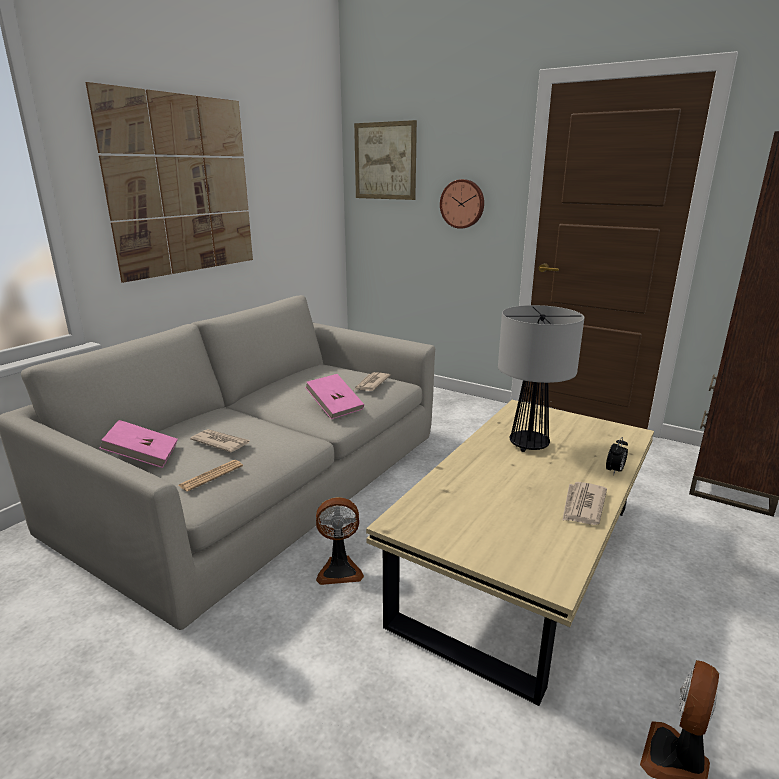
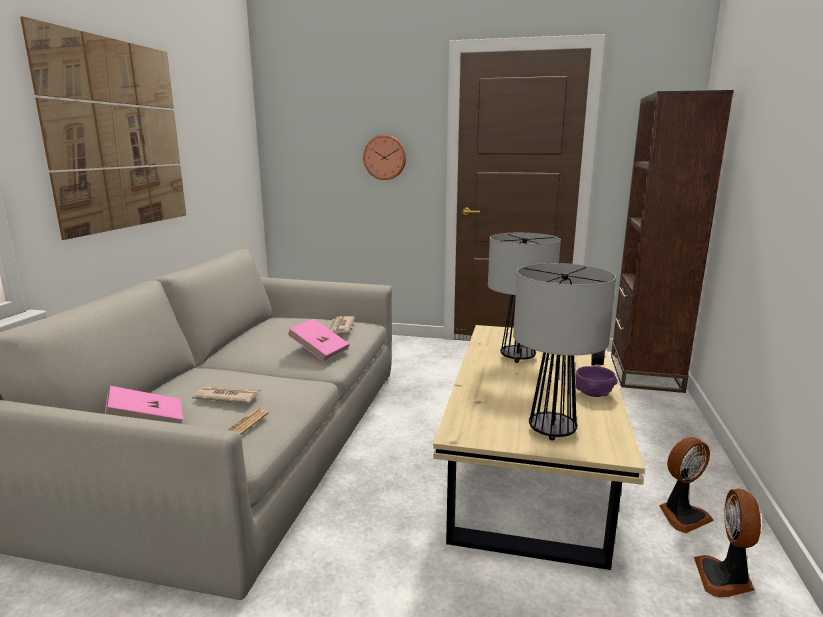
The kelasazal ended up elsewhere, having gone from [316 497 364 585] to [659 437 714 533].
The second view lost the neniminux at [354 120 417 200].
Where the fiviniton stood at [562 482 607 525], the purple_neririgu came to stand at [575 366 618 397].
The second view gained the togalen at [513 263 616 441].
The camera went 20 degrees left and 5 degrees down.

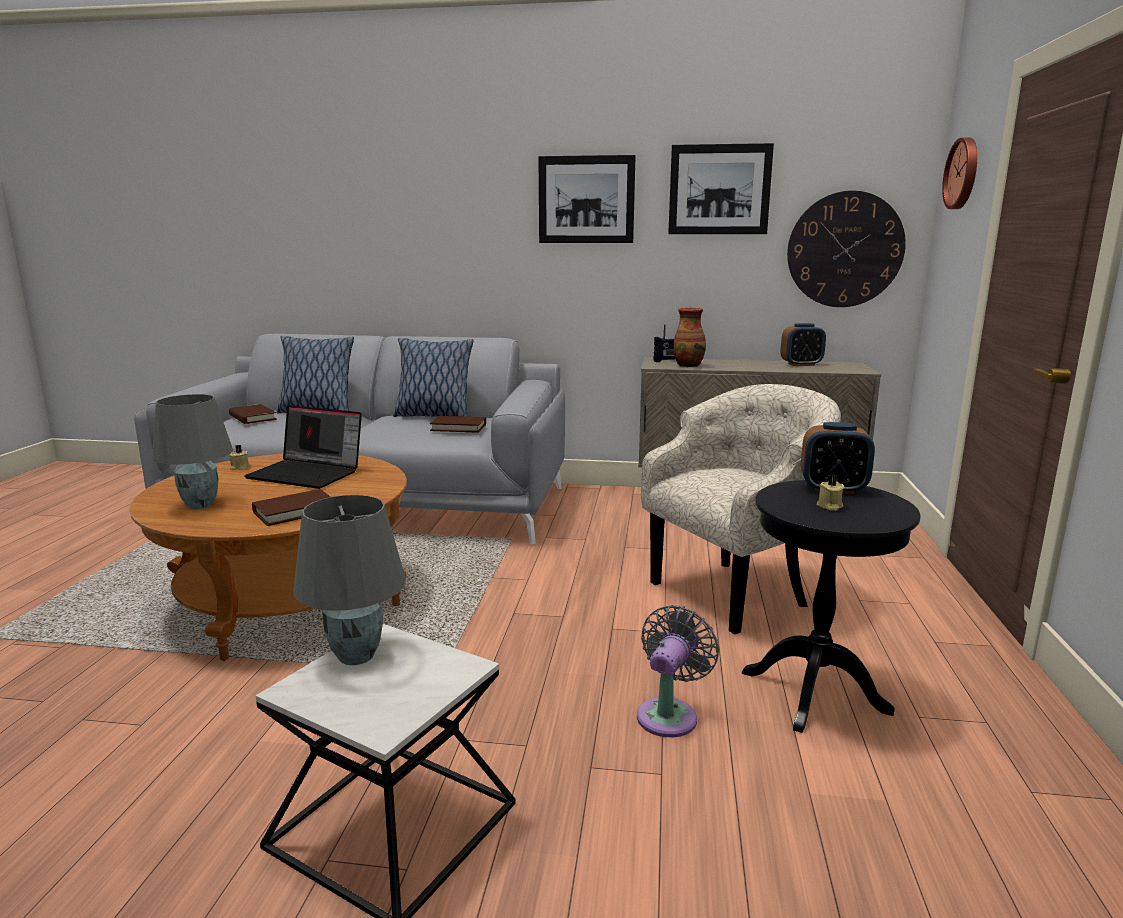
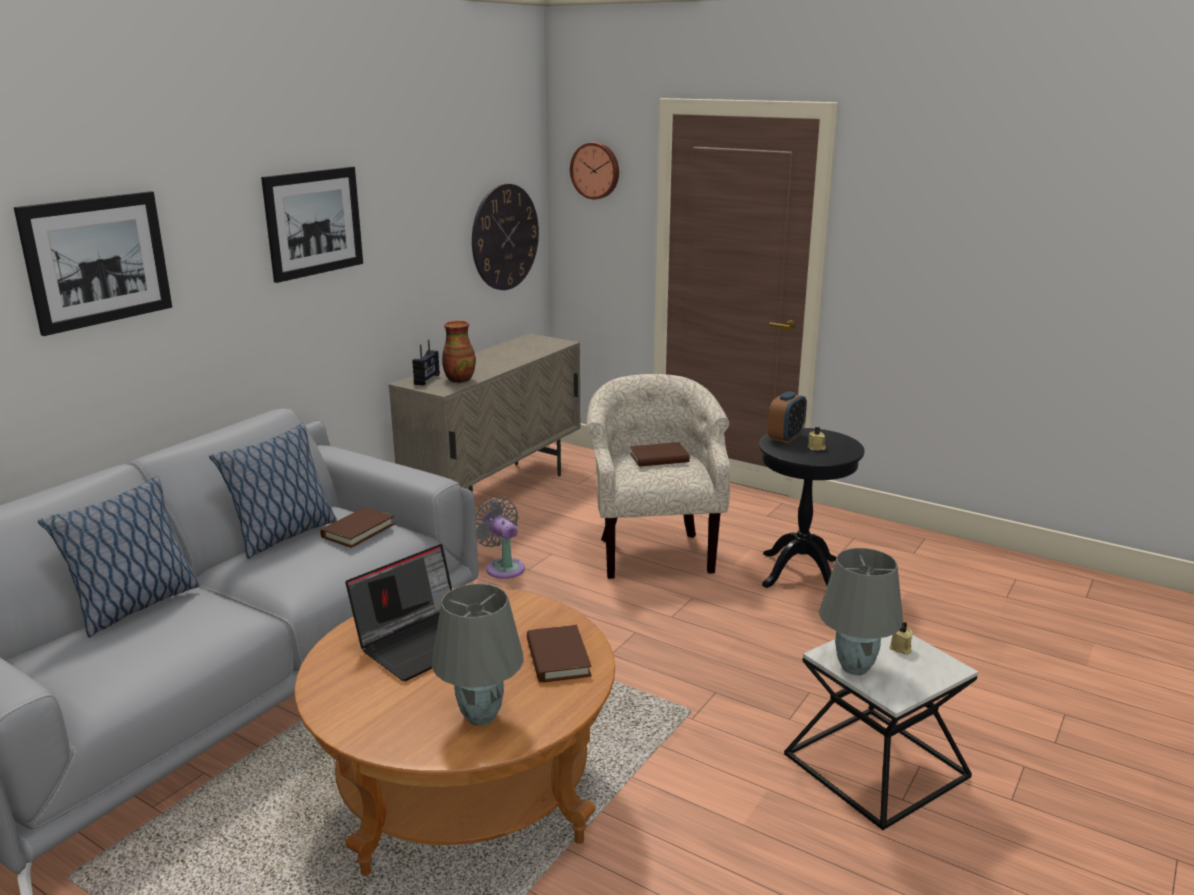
The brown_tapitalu ended up elsewhere, having gone from [229 404 277 424] to [630 442 690 467].
The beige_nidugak ended up elsewhere, having gone from [230 445 249 470] to [890 622 913 655].
The grey_kelasazal ended up elsewhere, having gone from [637 605 719 737] to [476 498 525 579].
The neniminux ended up elsewhere, having gone from [668 143 774 234] to [14 191 172 336].
The second view lost the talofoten at [780 323 826 366].
The camera went 65 degrees left and 5 degrees up.

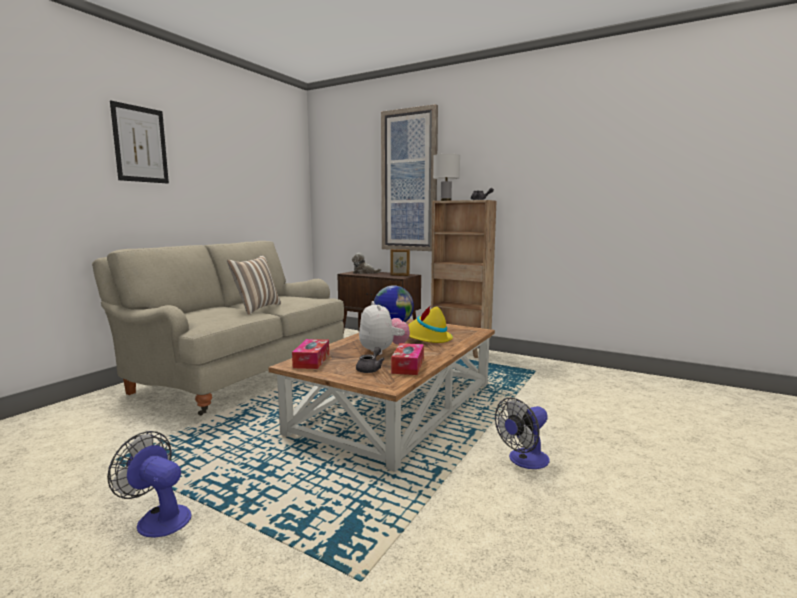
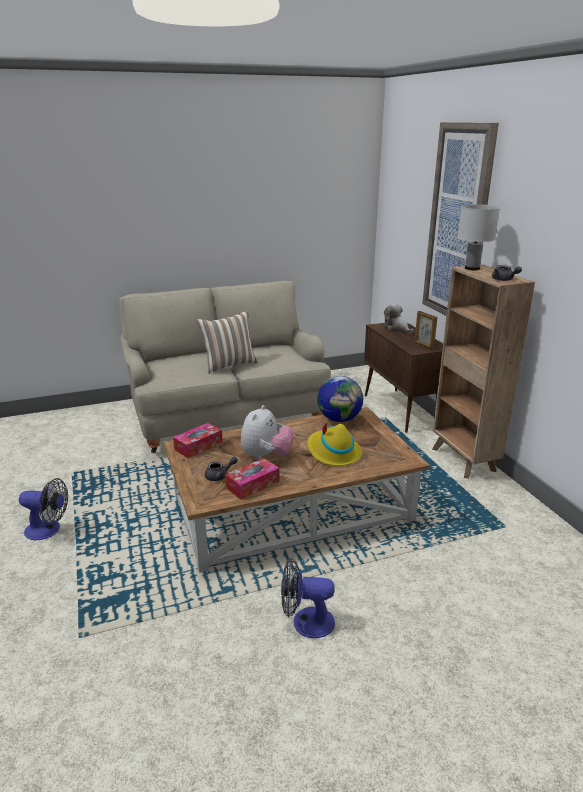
The kelasazal at [107 431 191 538] ended up facing another way, 120 degrees clockwise from before.
The second view lost the neniminux at [110 100 169 184].
The camera went 40 degrees right and 15 degrees up.

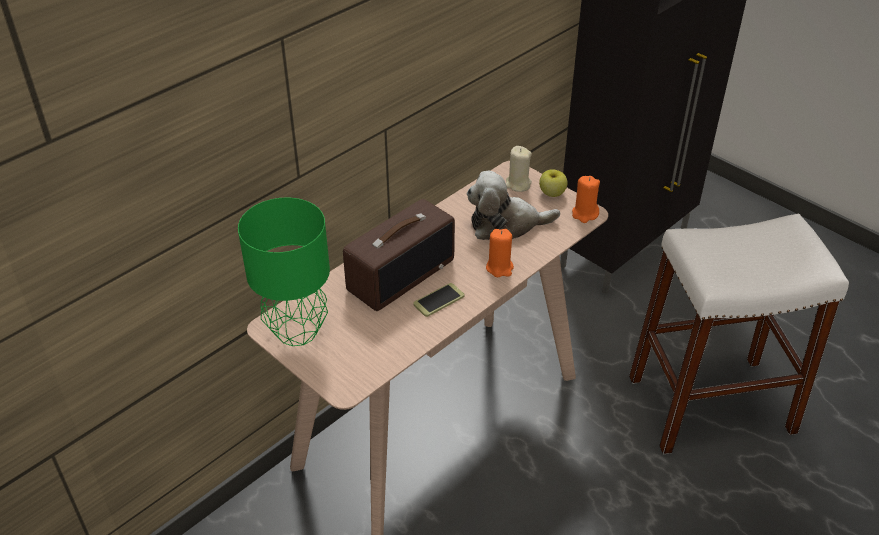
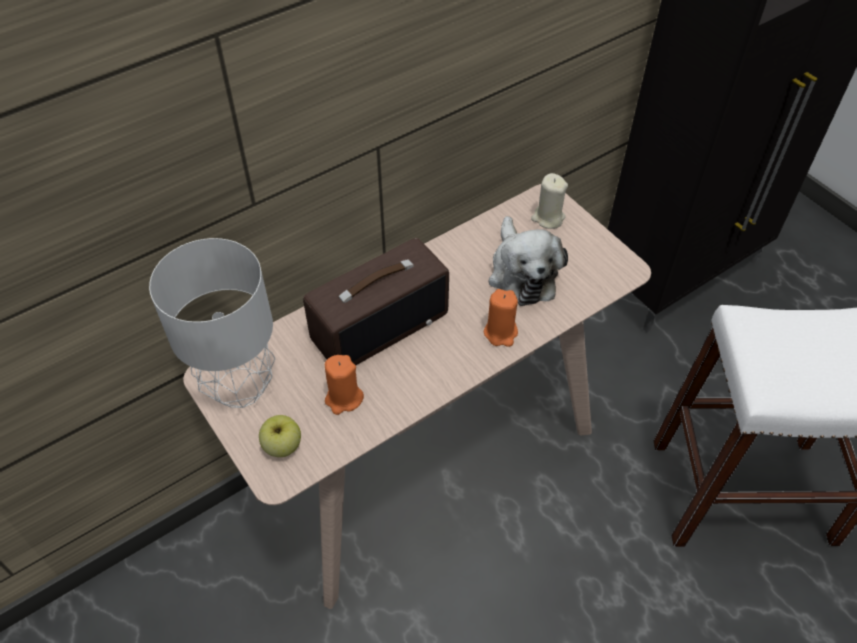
What was the green_togalen at [238 198 330 346] turned into the grey_togalen at [149 238 276 408].
The second view lost the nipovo at [413 283 464 317].
The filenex at [467 171 560 240] ended up facing another way, 105 degrees counterclockwise from before.
The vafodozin ended up elsewhere, having gone from [539 169 568 197] to [259 415 301 457].
The orange_nidugak ended up elsewhere, having gone from [572 176 600 223] to [325 355 364 415].
The camera went 10 degrees right and 10 degrees up.

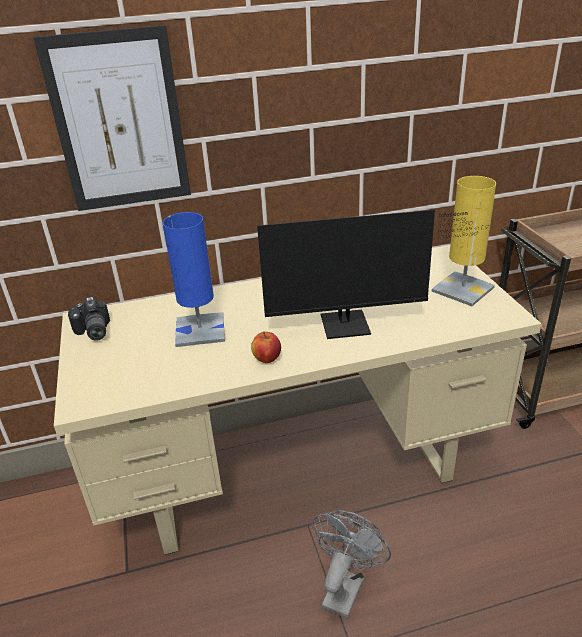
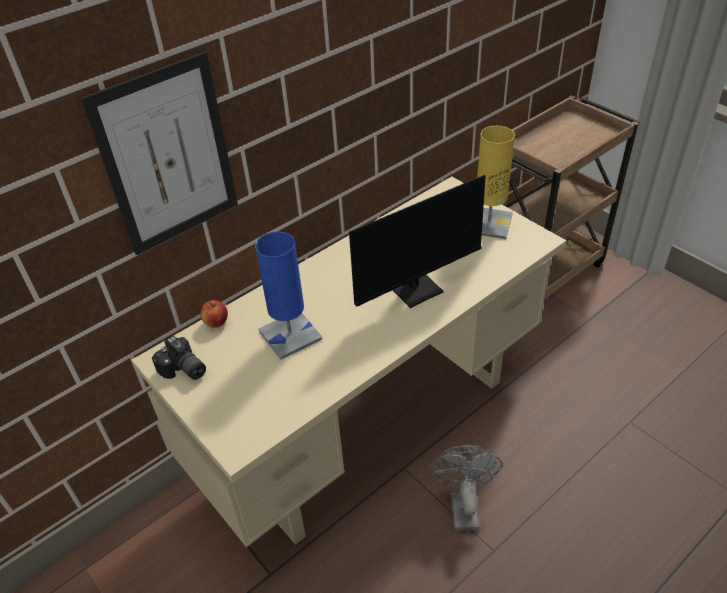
The vafodozin ended up elsewhere, having gone from [251 331 281 363] to [201 300 228 328].
The camera went 25 degrees left and 10 degrees up.

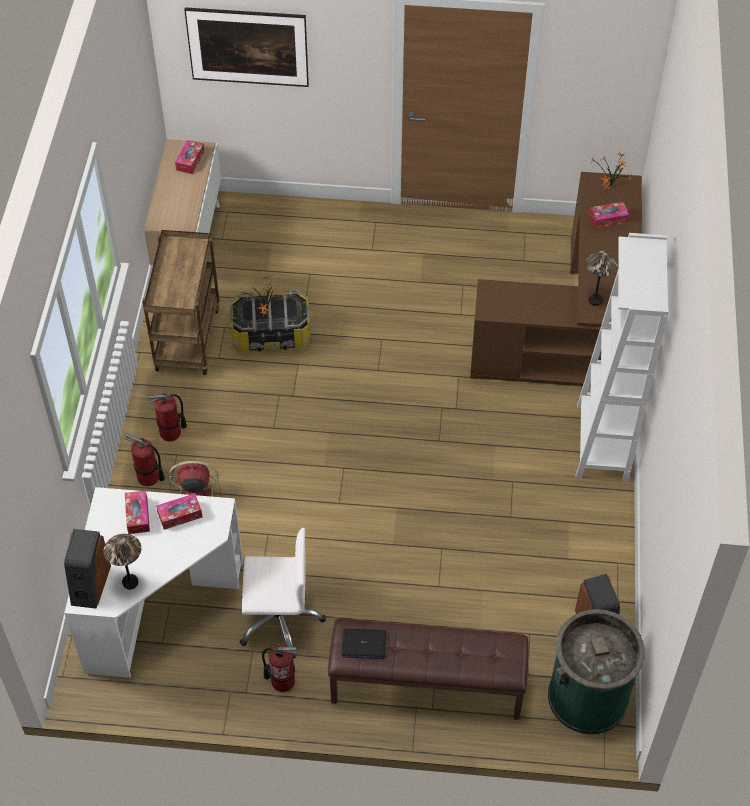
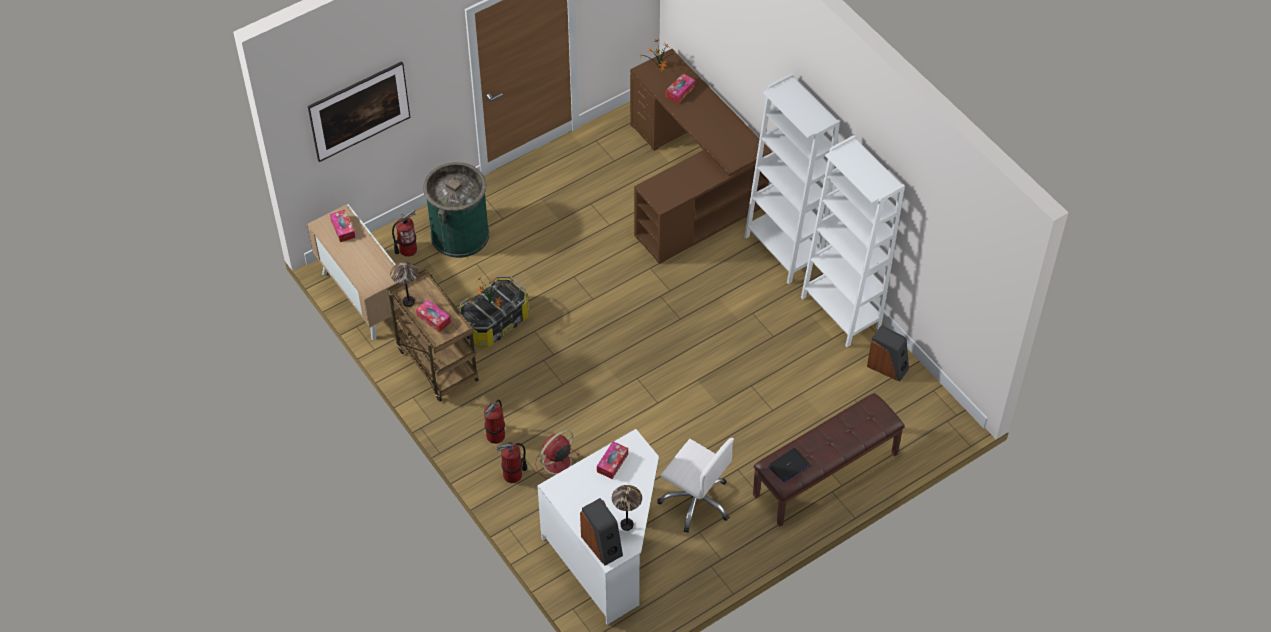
The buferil ended up elsewhere, having gone from [125 490 150 534] to [416 300 451 332].
The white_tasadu at [240 528 326 658] ended up facing another way, 75 degrees clockwise from before.
The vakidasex ended up elsewhere, having gone from [262 643 298 692] to [392 209 417 257].
The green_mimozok ended up elsewhere, having gone from [548 609 645 734] to [423 162 489 258].
The togalen ended up elsewhere, having gone from [585 250 618 306] to [390 262 418 307].
The second view gained the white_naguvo at [801 135 905 347].
The camera went 40 degrees left and 0 degrees up.

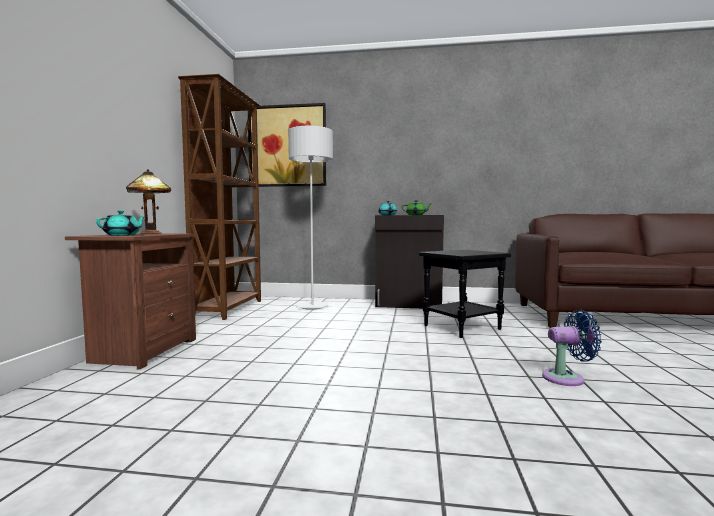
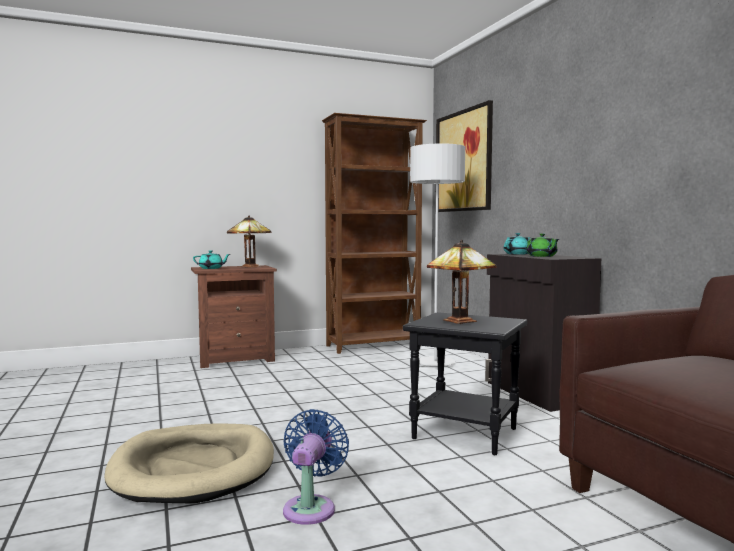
The blue_kelasazal at [542 310 602 386] ended up facing another way, 135 degrees counterclockwise from before.
The second view gained the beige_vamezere at [104 423 274 504].
The second view gained the togalen at [427 240 497 324].
The camera went 60 degrees right and 0 degrees up.

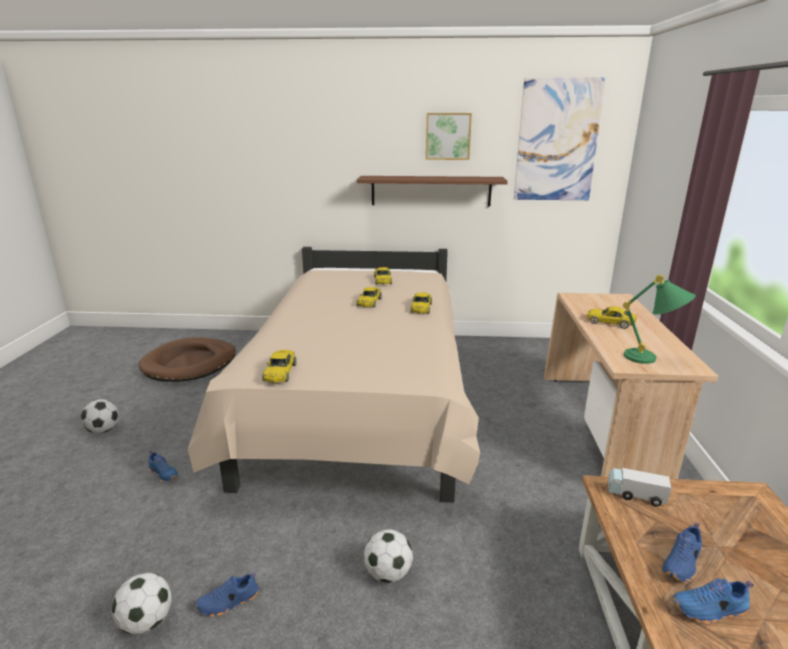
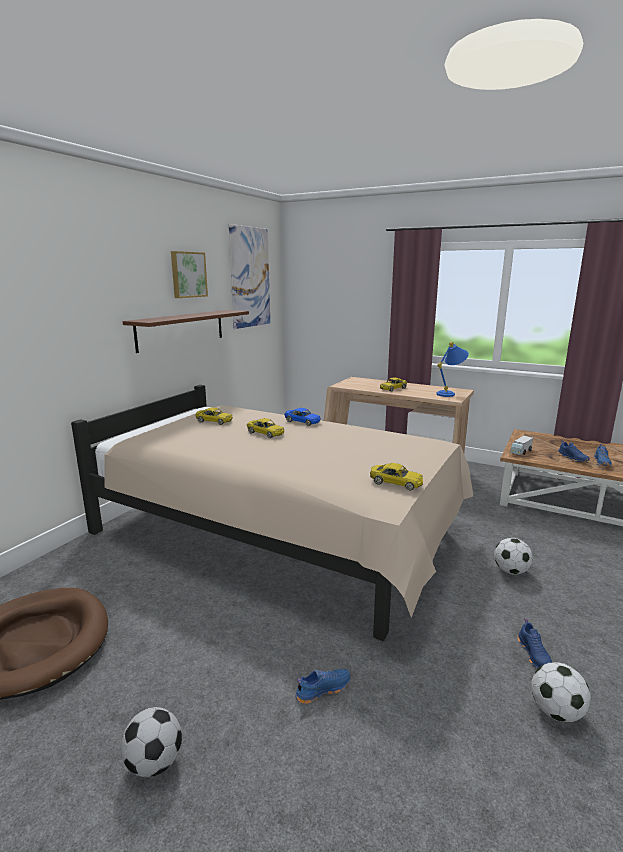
What was the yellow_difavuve at [411 293 432 314] turned into the blue_difavuve at [284 408 320 426].
What was the green_togalen at [623 275 696 364] turned into the blue_togalen at [436 342 469 397].
The camera went 65 degrees left and 5 degrees down.

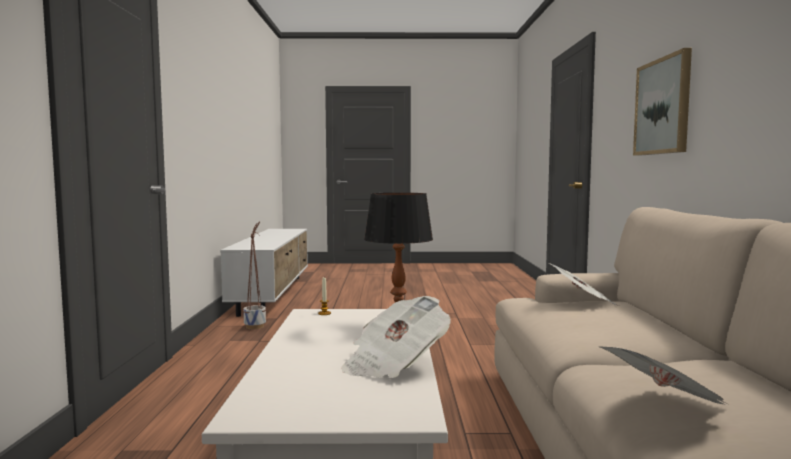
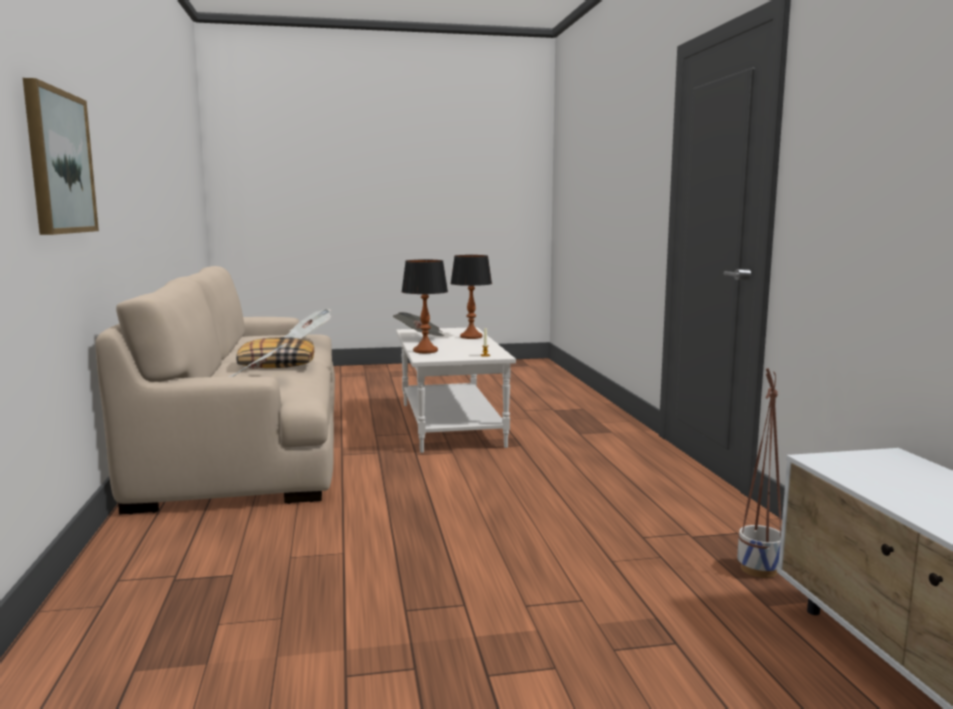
The second view gained the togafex at [236 337 314 368].
The second view gained the togalen at [450 255 492 339].
The camera went 170 degrees right and 5 degrees up.

